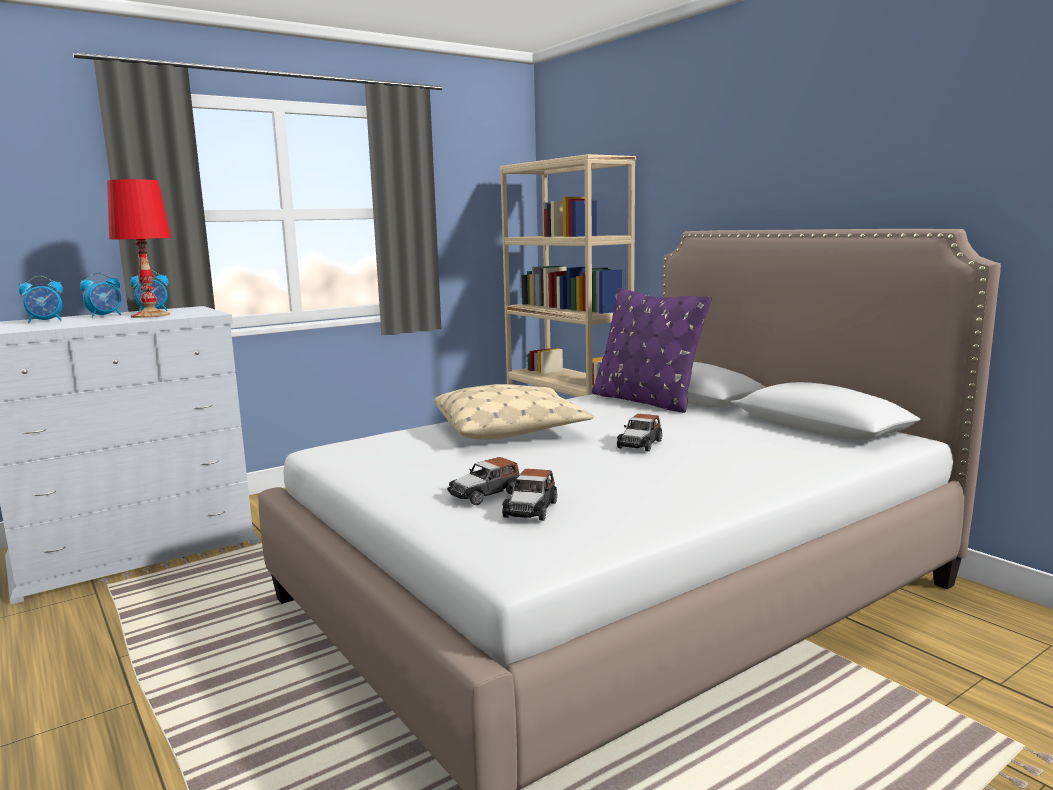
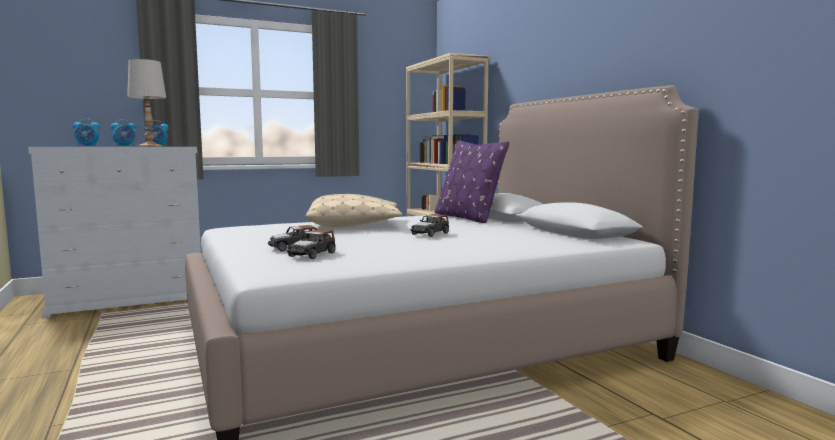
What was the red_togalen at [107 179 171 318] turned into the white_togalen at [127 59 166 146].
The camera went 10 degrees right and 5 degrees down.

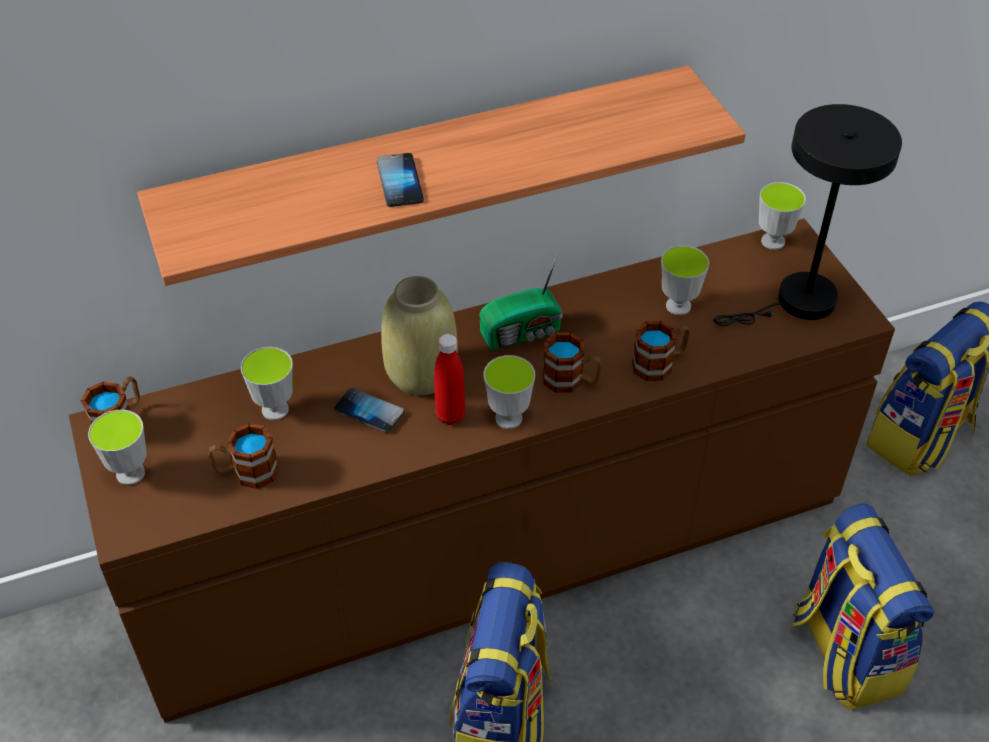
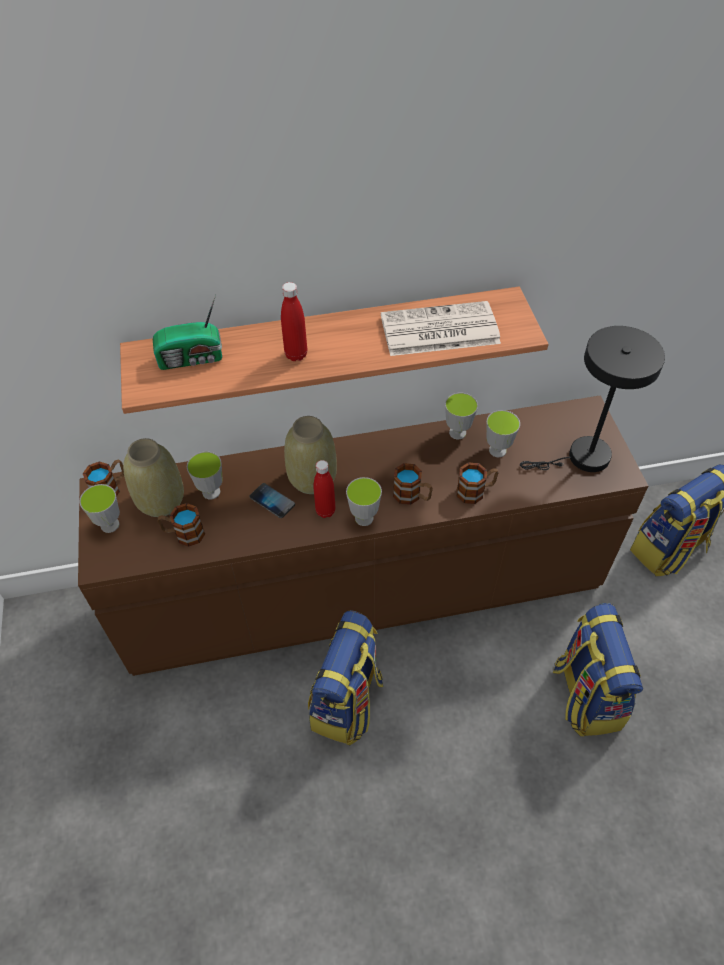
Where the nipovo stood at [377 153 424 207], the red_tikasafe came to stand at [281 282 307 361].
The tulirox ended up elsewhere, having gone from [479 255 563 350] to [153 294 222 370].
The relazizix ended up elsewhere, having gone from [759 182 806 250] to [445 393 478 439].
The second view gained the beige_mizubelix at [123 438 184 517].
The second view gained the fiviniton at [381 301 501 356].
The camera went 10 degrees right and 5 degrees up.

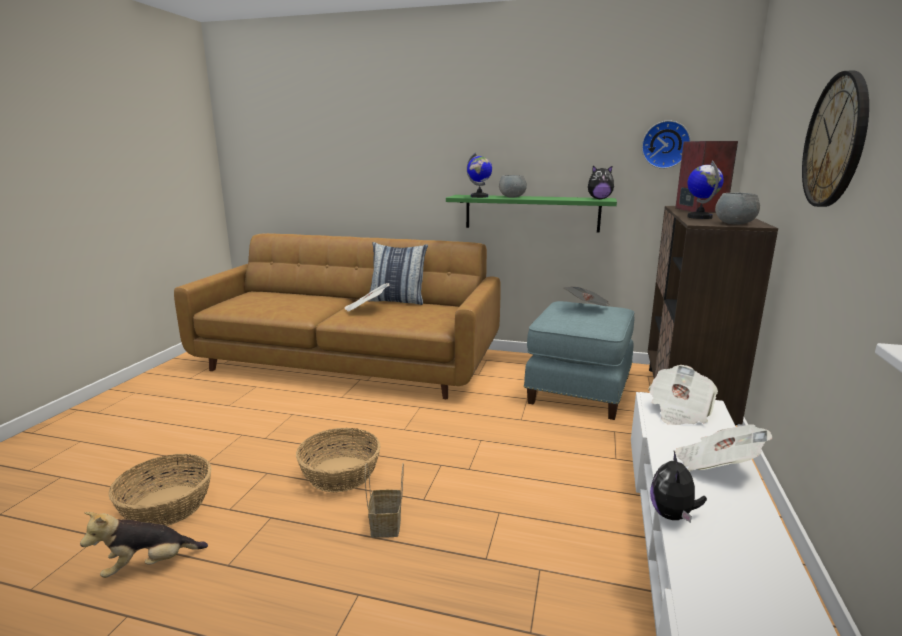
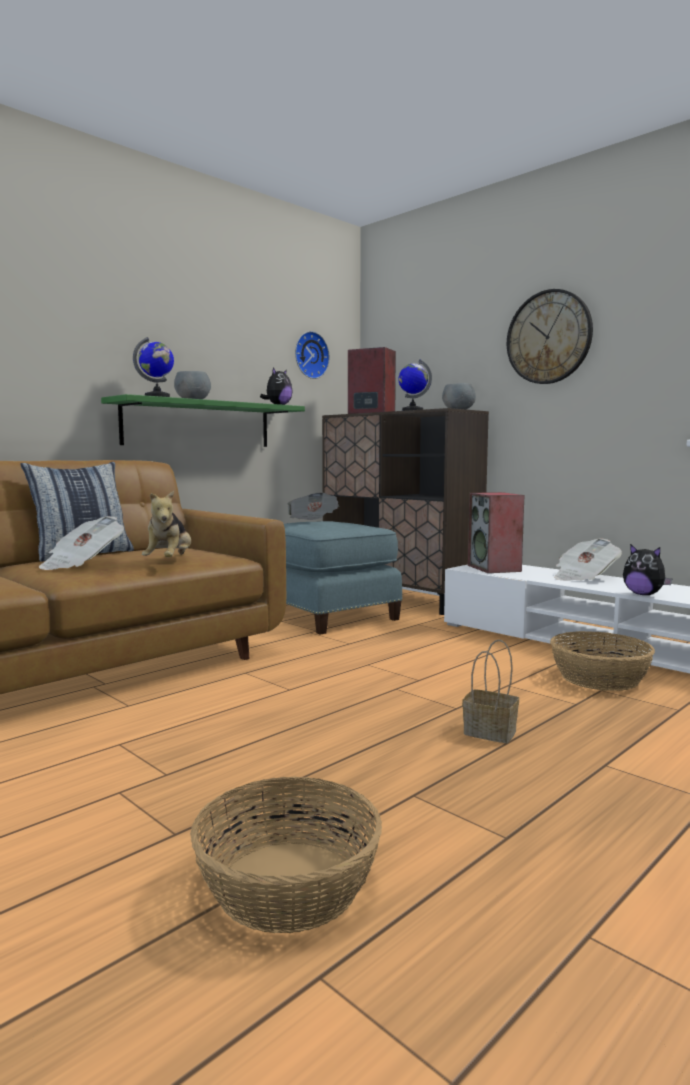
The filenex ended up elsewhere, having gone from [80 512 208 578] to [142 490 191 557].
The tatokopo ended up elsewhere, having gone from [296 428 381 492] to [550 631 655 691].
Where the fiviniton stood at [649 365 718 425], the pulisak came to stand at [468 492 524 573].
The camera went 60 degrees left and 10 degrees down.

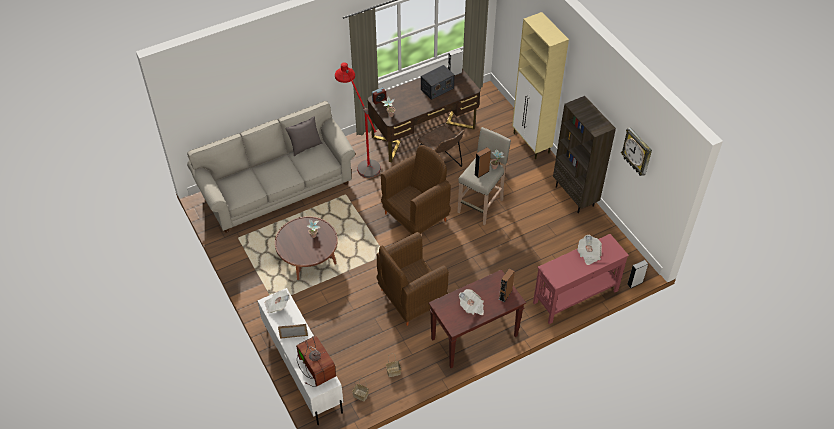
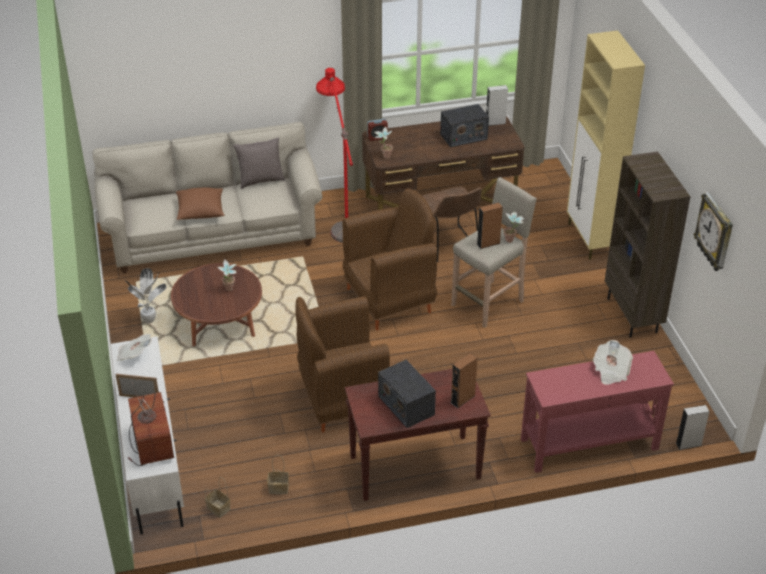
Where the fiviniton stood at [459 289 484 315], the tulirox came to stand at [378 360 436 428].
The second view gained the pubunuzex at [125 268 166 323].
The second view gained the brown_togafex at [176 187 225 220].
The camera went 15 degrees right and 10 degrees down.

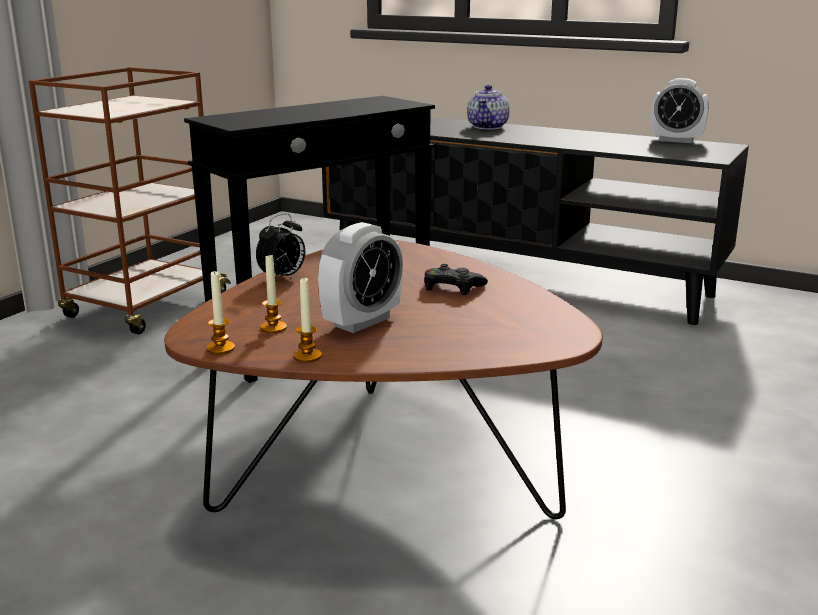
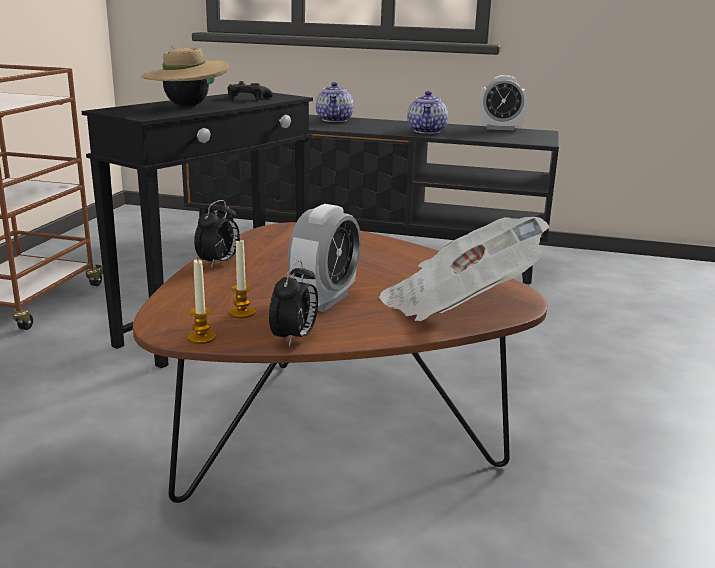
Where the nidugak stood at [293 278 322 362], the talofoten came to stand at [269 260 318 347].
The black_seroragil ended up elsewhere, having gone from [424 264 488 295] to [228 81 273 100].
The second view gained the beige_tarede at [141 46 229 107].
The second view gained the fiviniton at [379 217 550 321].
The second view gained the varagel at [407 91 448 134].
The camera went 15 degrees left and 0 degrees up.

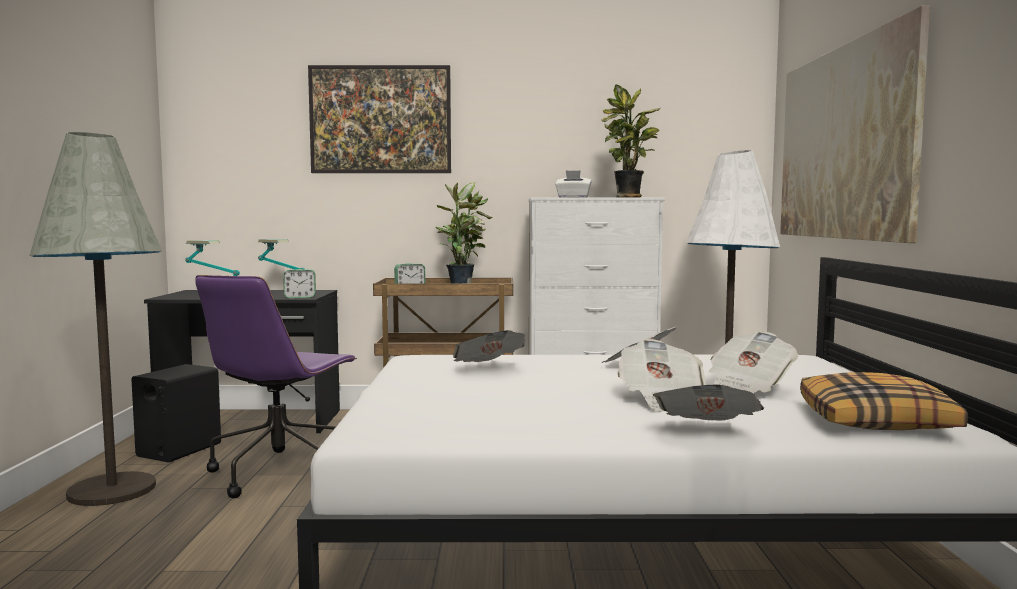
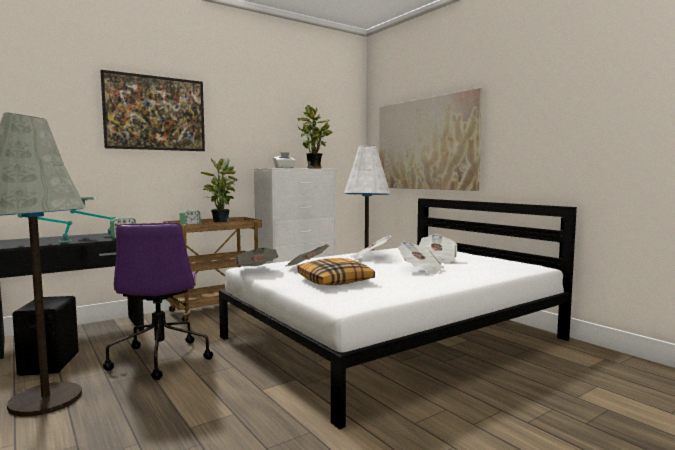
The fiviniton ended up elsewhere, having gone from [653 385 764 420] to [235 248 278 266].
The togafex ended up elsewhere, having gone from [800 372 968 430] to [297 258 375 285].
The camera went 35 degrees left and 0 degrees up.

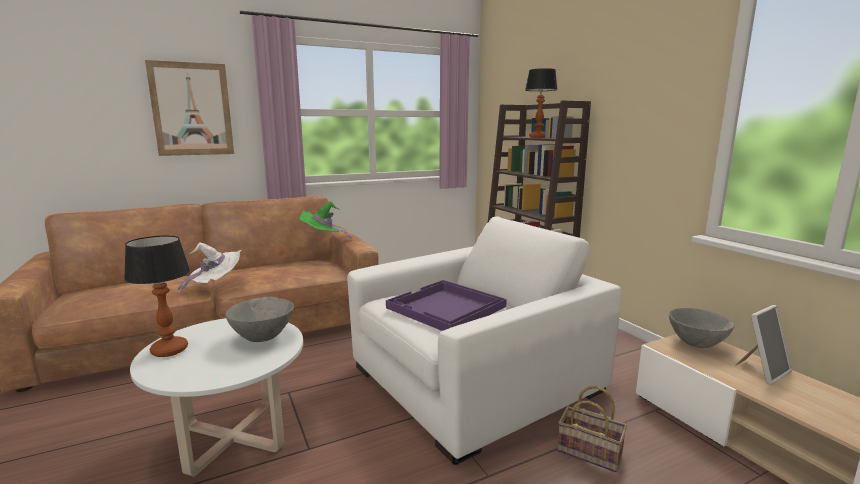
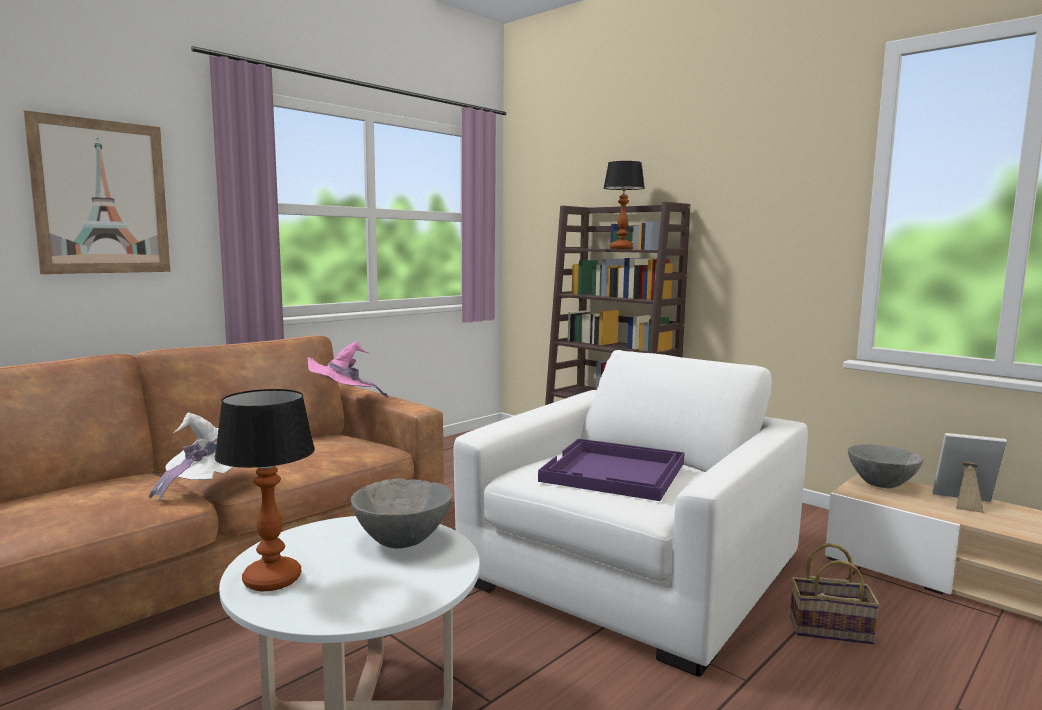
What was the green_tarede at [299 201 353 239] turned into the pink_tarede at [307 341 389 399].
The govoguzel at [735 305 792 385] ended up facing another way, 105 degrees counterclockwise from before.
The camera went 20 degrees left and 5 degrees down.

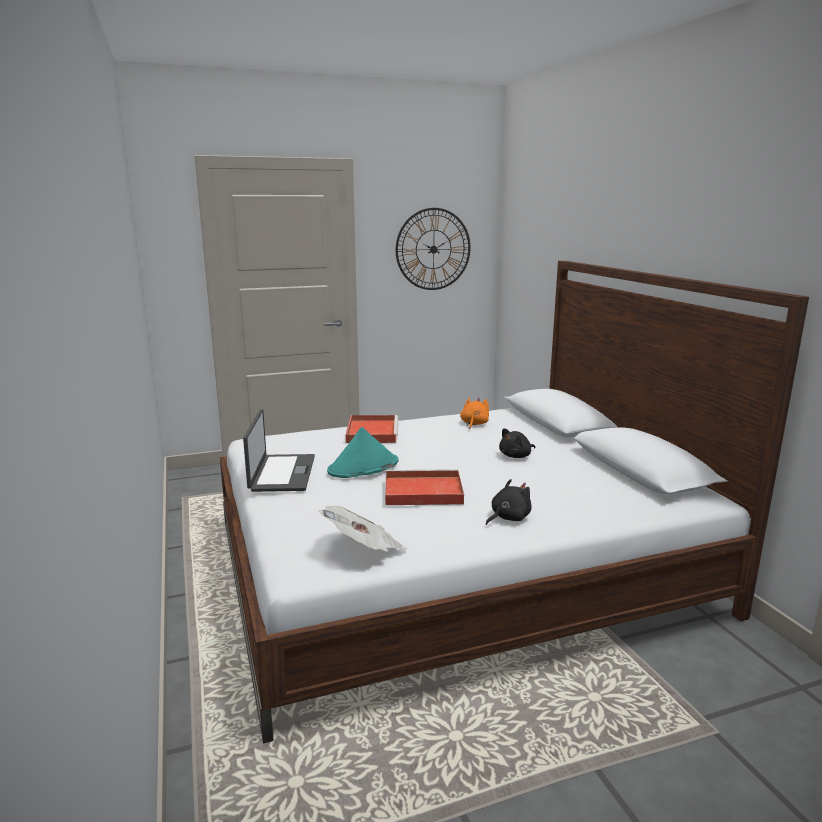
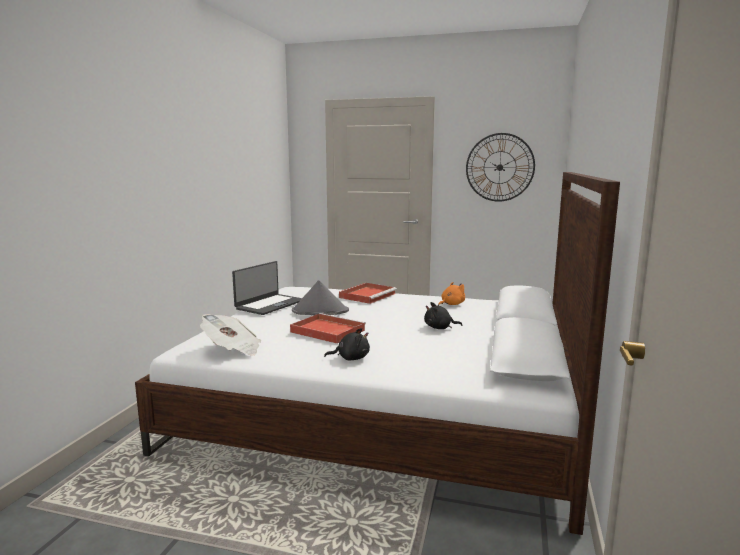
What was the turquoise_tarede at [327 427 398 478] turned into the grey_tarede at [292 280 349 315].
The camera went 35 degrees right and 5 degrees down.

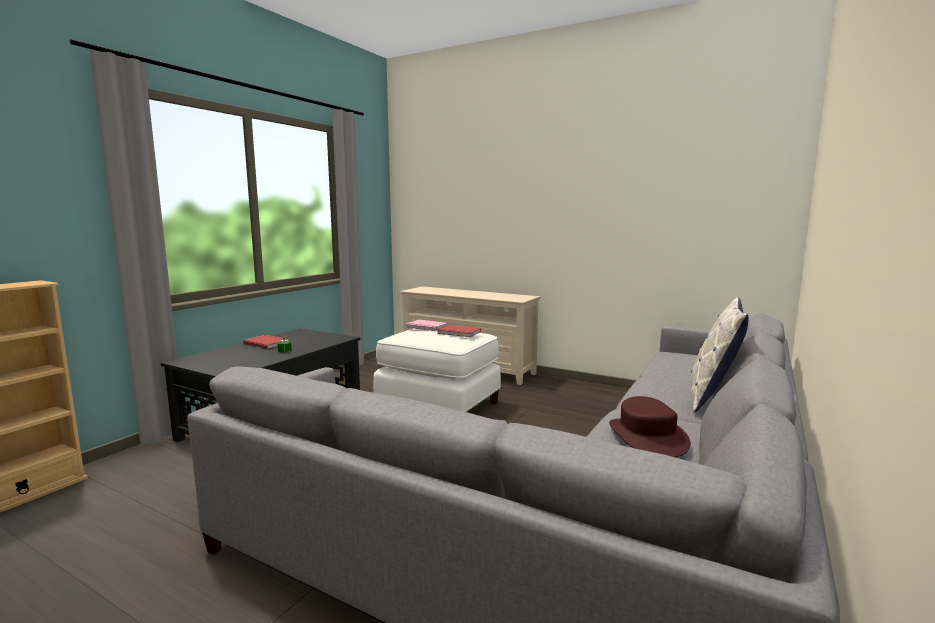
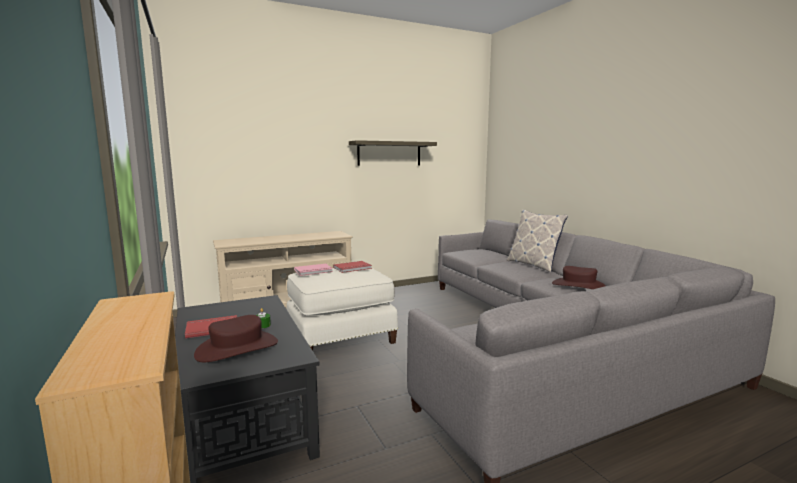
The second view gained the brown_tarede at [194 315 278 362].
The second view gained the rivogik at [349 140 437 166].
The camera went 55 degrees left and 0 degrees up.

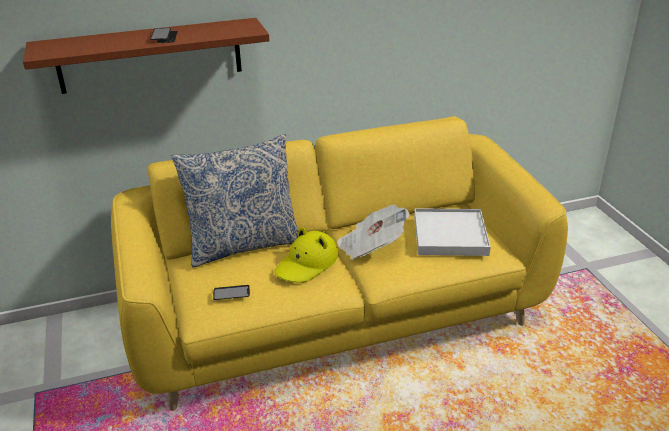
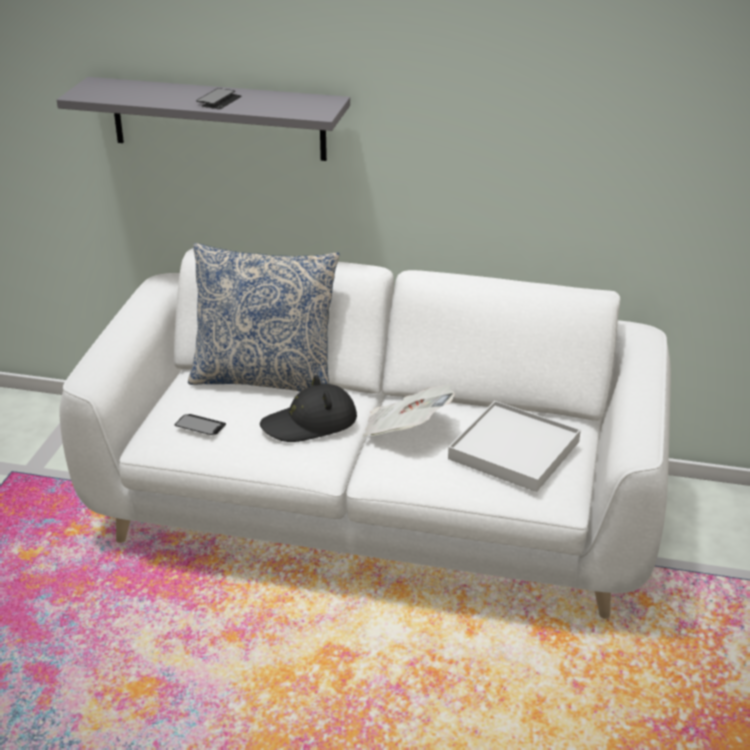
What was the brown_rivogik at [23 18 269 94] turned into the grey_rivogik at [57 77 350 161].
What was the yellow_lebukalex at [111 116 568 411] turned into the white_lebukalex at [60 248 671 619].
What was the yellow_tarede at [274 227 338 283] turned into the black_tarede at [260 375 357 442].
The camera went 30 degrees right and 0 degrees up.

